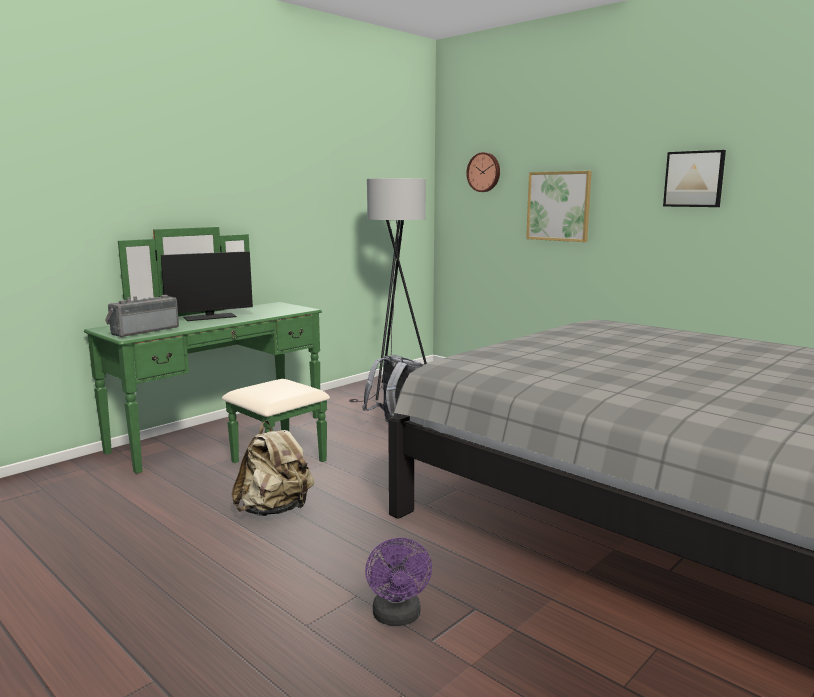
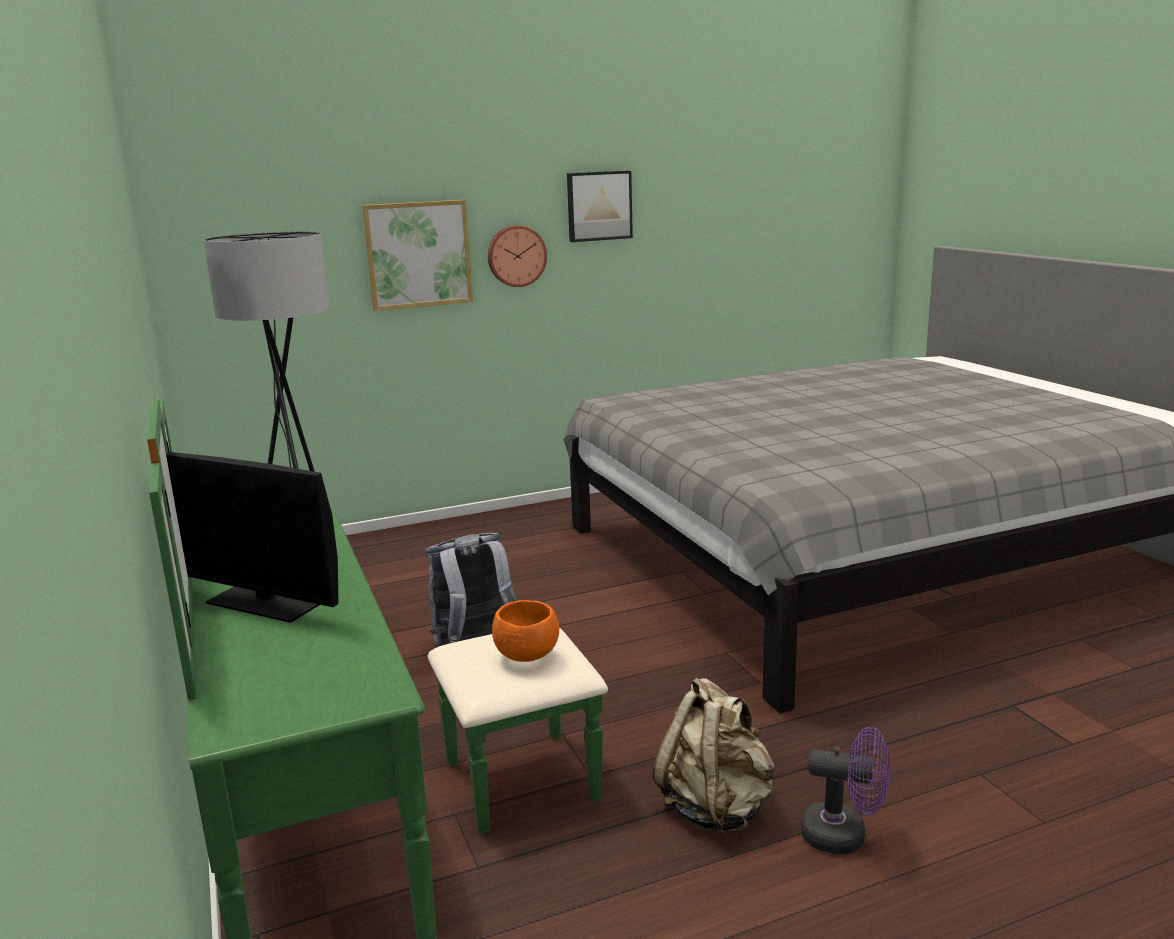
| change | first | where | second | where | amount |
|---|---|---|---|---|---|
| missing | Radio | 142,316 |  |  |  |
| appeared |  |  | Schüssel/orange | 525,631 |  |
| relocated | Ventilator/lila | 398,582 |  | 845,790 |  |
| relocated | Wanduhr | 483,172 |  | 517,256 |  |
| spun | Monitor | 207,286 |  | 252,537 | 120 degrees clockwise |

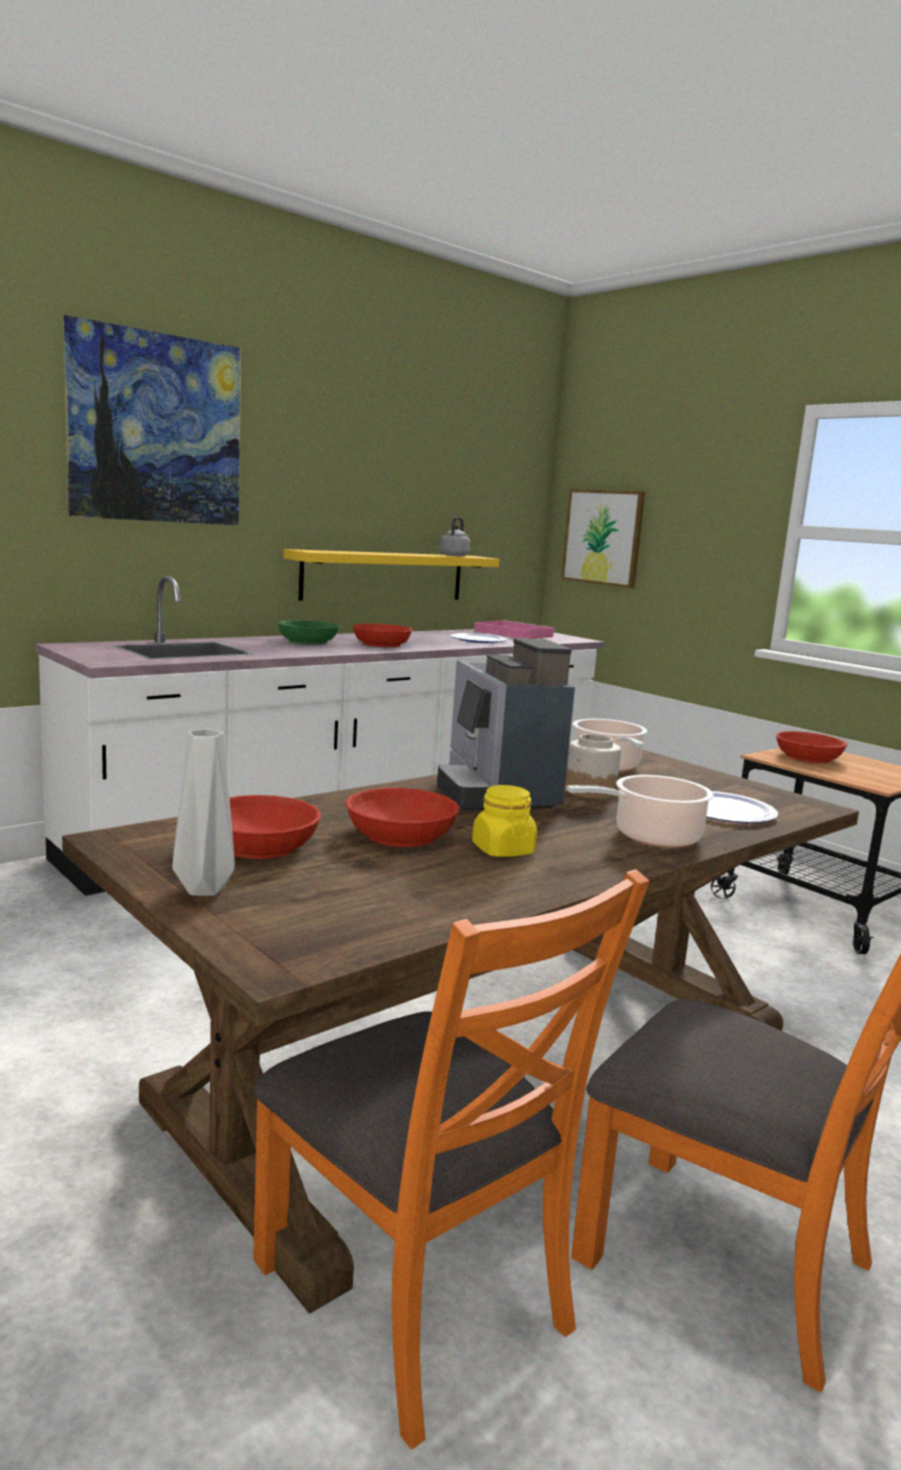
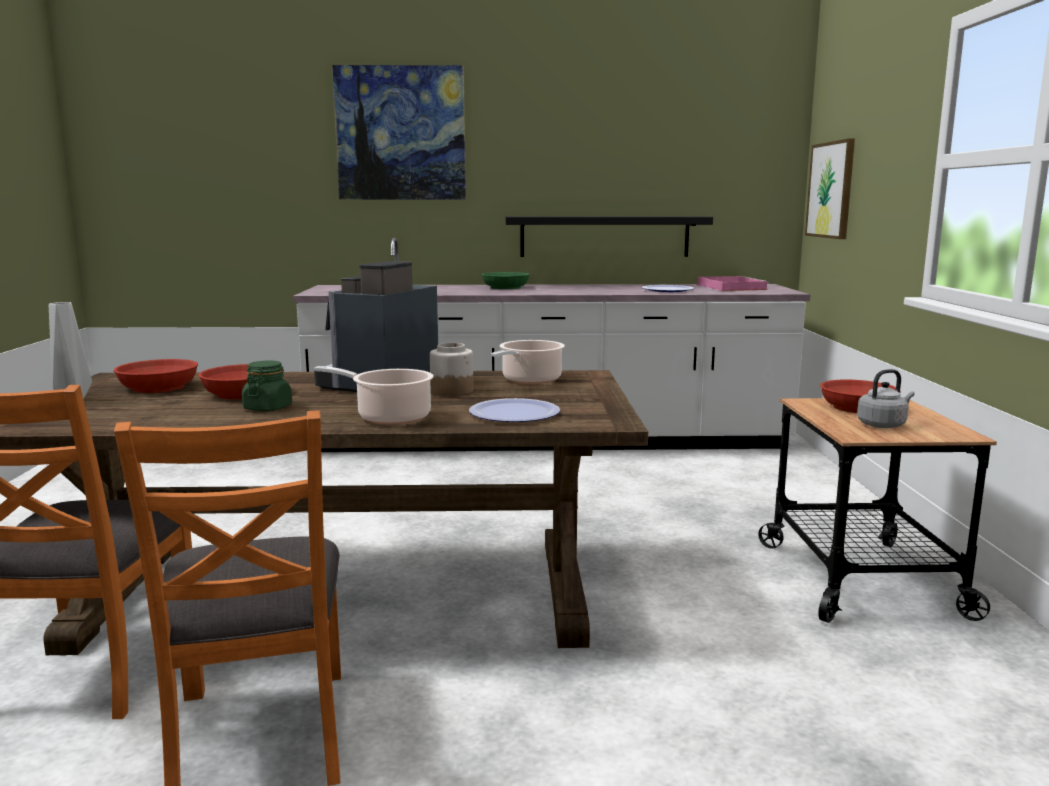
| change | first | where | second | where | amount |
|---|---|---|---|---|---|
| missing | Schüssel/rot | 382,635 |  |  |  |
| relocated | Wasserkessel/grau | 455,536 |  | 886,398 |  |
| colour | Wandregal/gelb | 391,575 | Wandregal/schwarz | 609,236 |  |
| colour | Vorratsglas/gelb | 504,821 | Vorratsglas/grün | 267,386 |  |

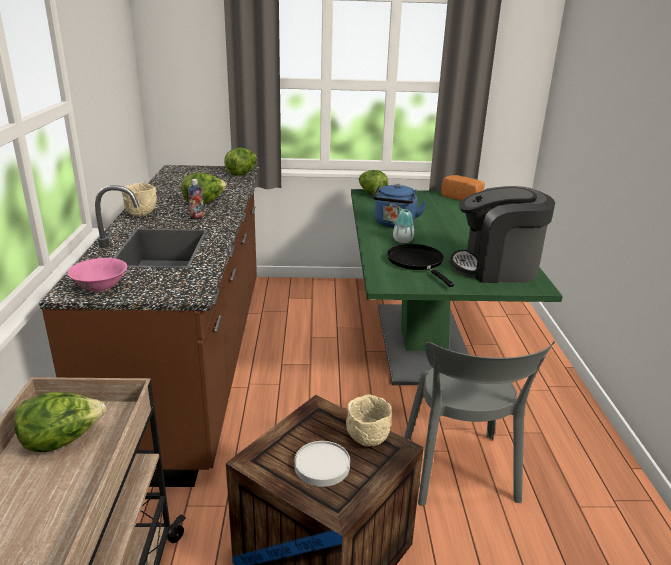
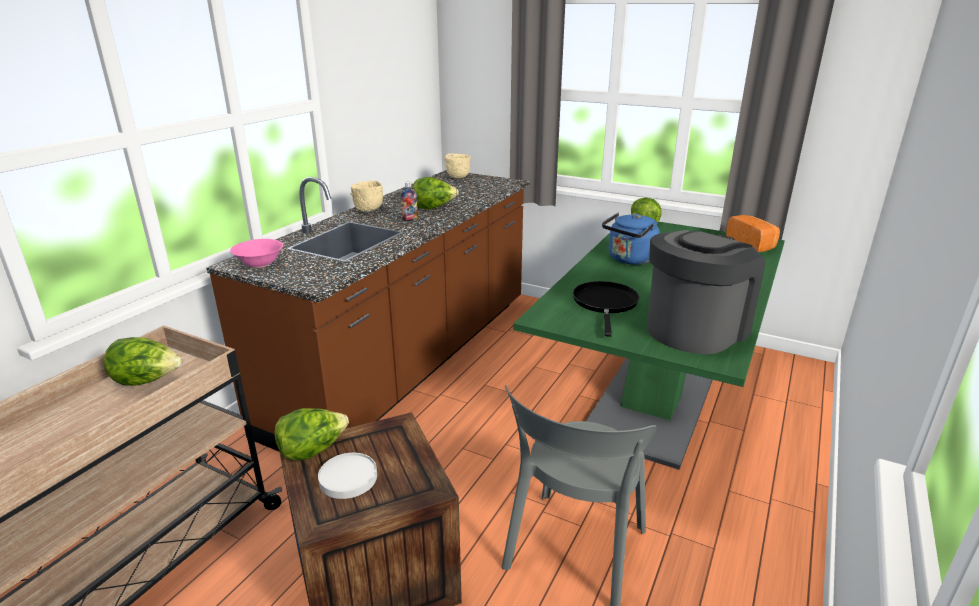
| change | first | where | second | where | amount |
|---|---|---|---|---|---|
| missing | Vase | 403,226 |  |  |  |
| relocated | Salatkopf | 240,162 |  | 311,434 |  |
| relocated | Schüssel/beige | 369,420 |  | 457,166 |  |
| spun | Kaffeemaschine | 502,234 |  | 706,292 | 105 degrees clockwise |

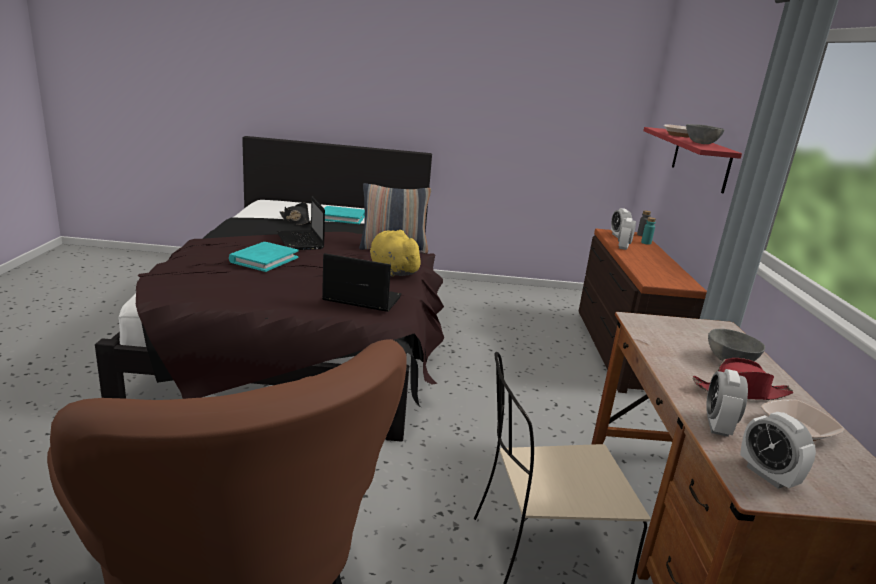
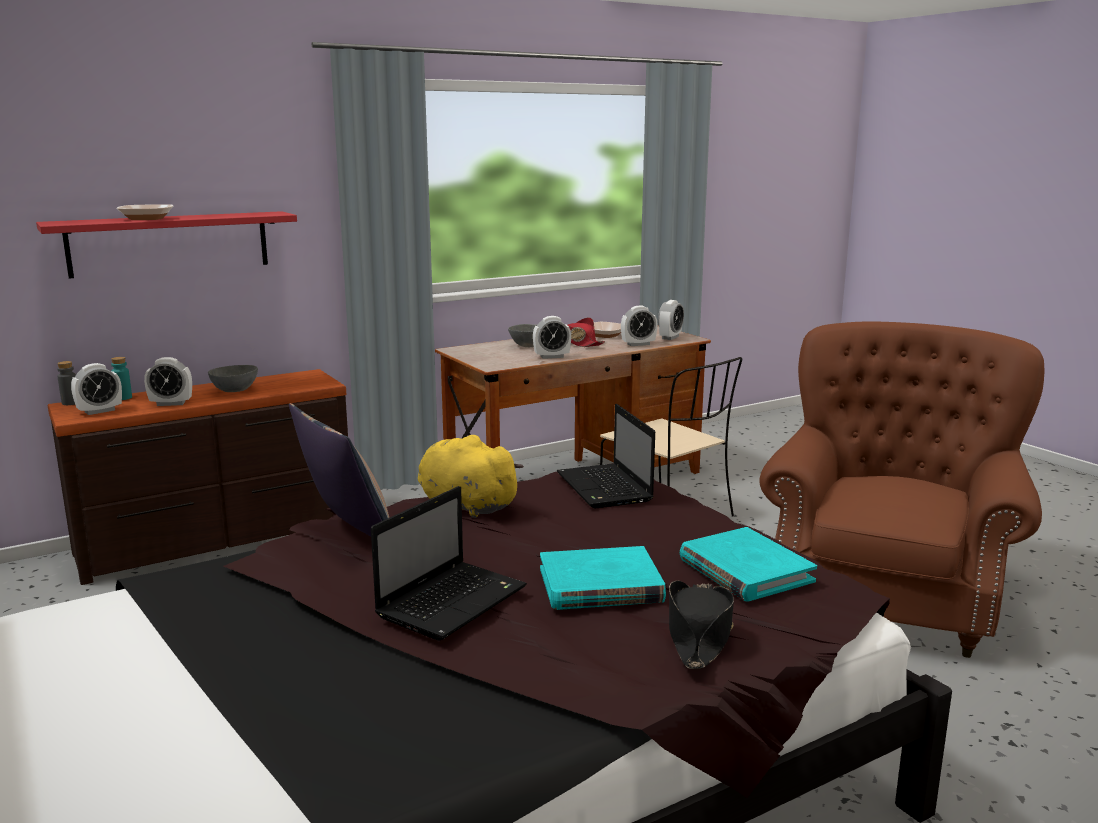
| change | first | where | second | where | amount |
|---|---|---|---|---|---|
| appeared |  |  | Wecker | 552,337 |  |
| relocated | Hut/schwarz | 295,213 |  | 701,624 |  |
| relocated | Buch/türkis | 344,215 |  | 748,564 |  |
| relocated | Schüssel/grau | 705,134 |  | 233,378 |  |
| spun | Plüschtier/gelb | 397,253 |  | 471,476 | 105 degrees clockwise |

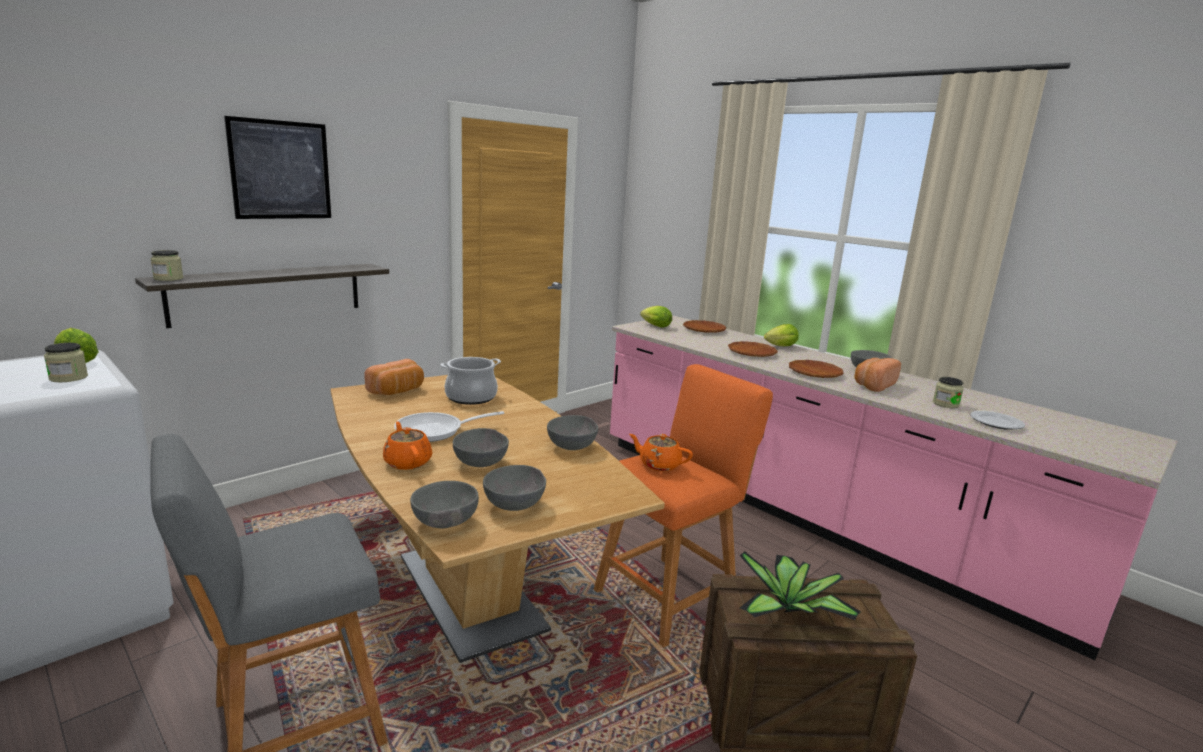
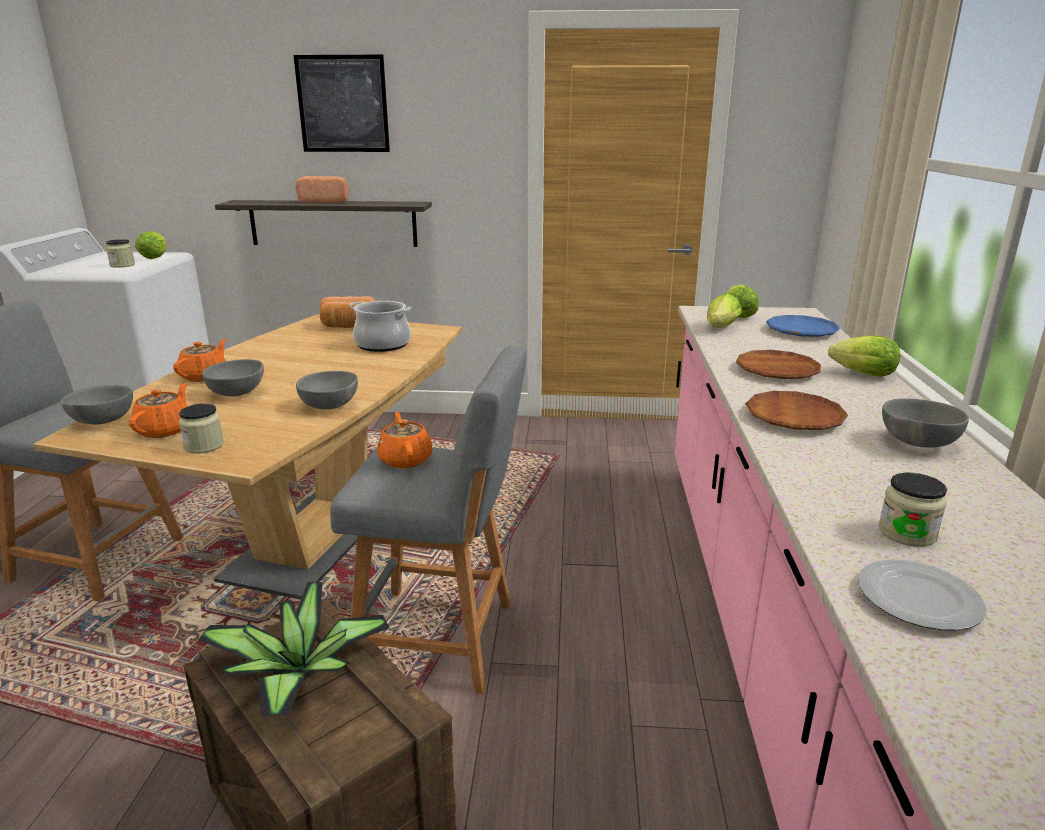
| change | first | where | second | where | amount |
|---|---|---|---|---|---|
| missing | Pfanne | 449,426 |  |  |  |
| appeared |  |  | Salatkopf | 724,310 |  |
| relocated | Vorratsglas | 167,265 |  | 201,428 |  |
| relocated | Brot | 877,375 |  | 322,189 |  |
| exchanged | Schüssel/grau | 514,488 | Teekanne/orange | 158,410 |  |
| colour | Hocker/orange | 683,505 | Hocker/grau | 428,520 |  |
| colour | Teller/braun | 705,326 | Teller/blau | 803,326 |  |

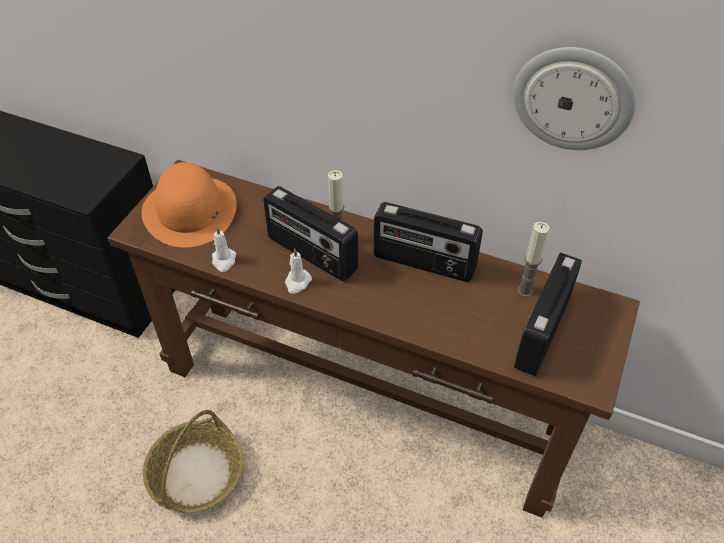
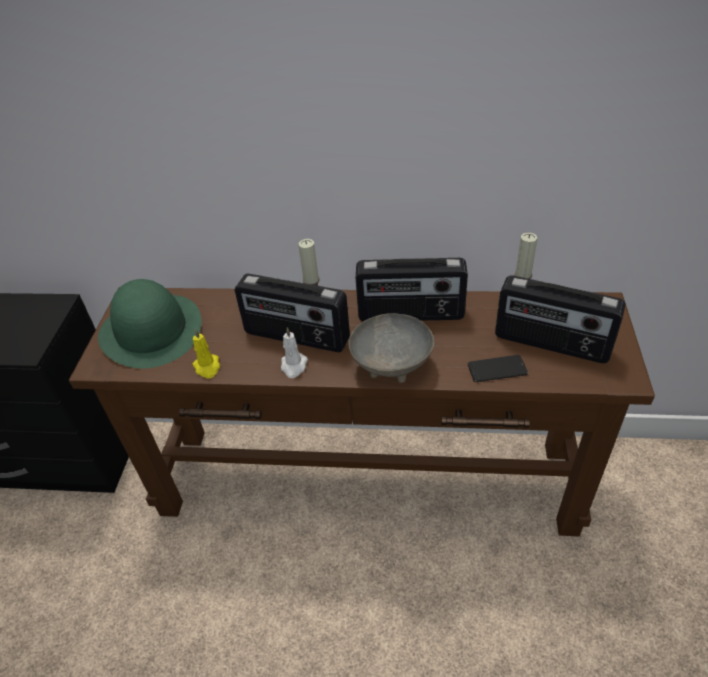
| change | first | where | second | where | amount |
|---|---|---|---|---|---|
| missing | Korb | 193,461 |  |  |  |
| missing | Wanduhr | 574,98 |  |  |  |
| appeared |  |  | Schüssel/grau | 391,348 |  |
| appeared |  |  | Handy | 498,368 |  |
| colour | Hut/orange | 189,204 | Hut/grün | 150,324 |  |
| colour | Kerze/weiß | 224,249 | Kerze/gelb | 206,354 |  |
| spun | Radio | 548,314 |  | 560,319 | 75 degrees counterclockwise |

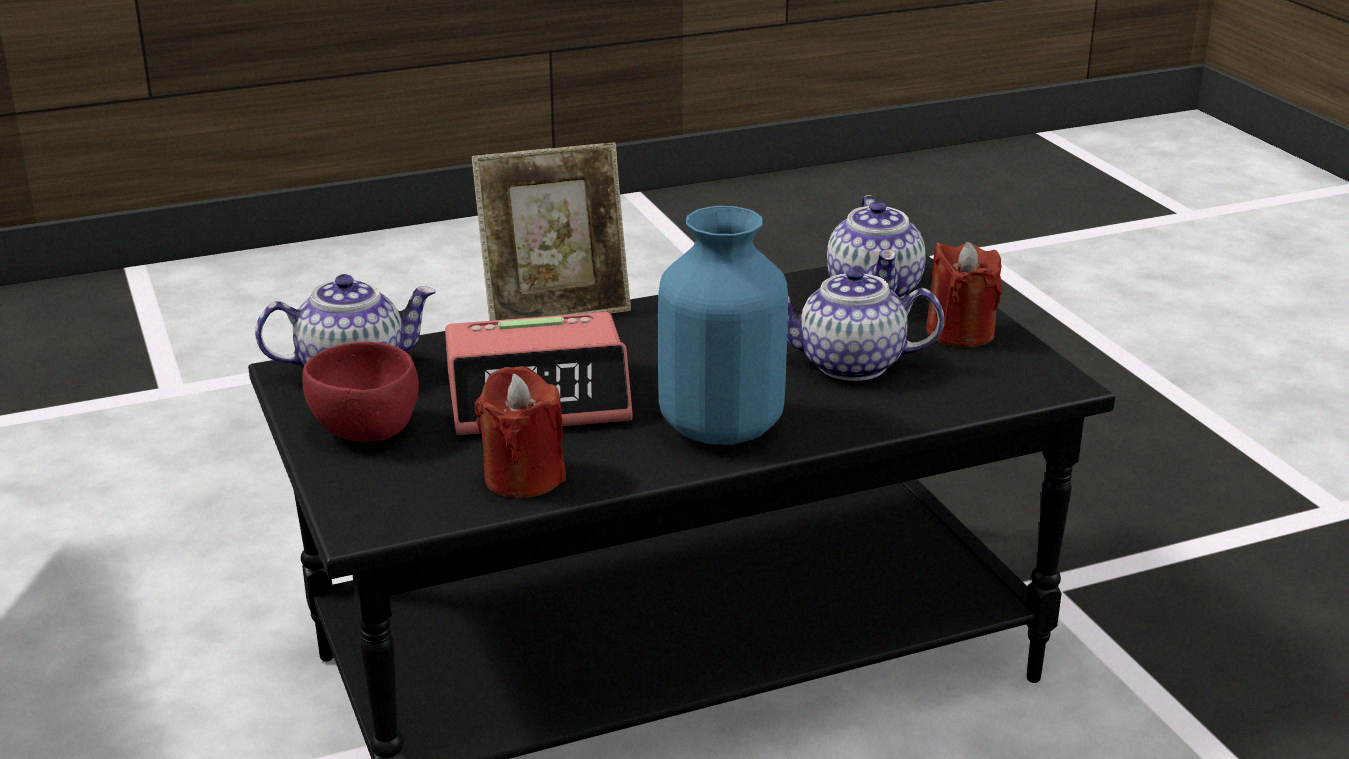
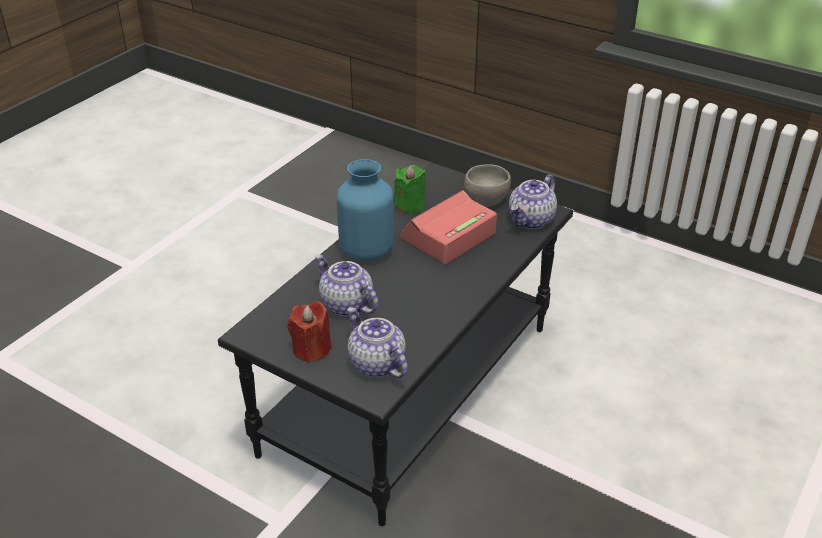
| change | first | where | second | where | amount |
|---|---|---|---|---|---|
| missing | Bilderrahmen | 551,231 |  |  |  |
| colour | Schüssel/rot | 360,392 | Schüssel/grau | 487,185 |  |
| colour | Kerze/rot | 520,432 | Kerze/grün | 410,189 |  |
| spun | Teekanne | 865,324 |  | 346,286 | 105 degrees counterclockwise |

